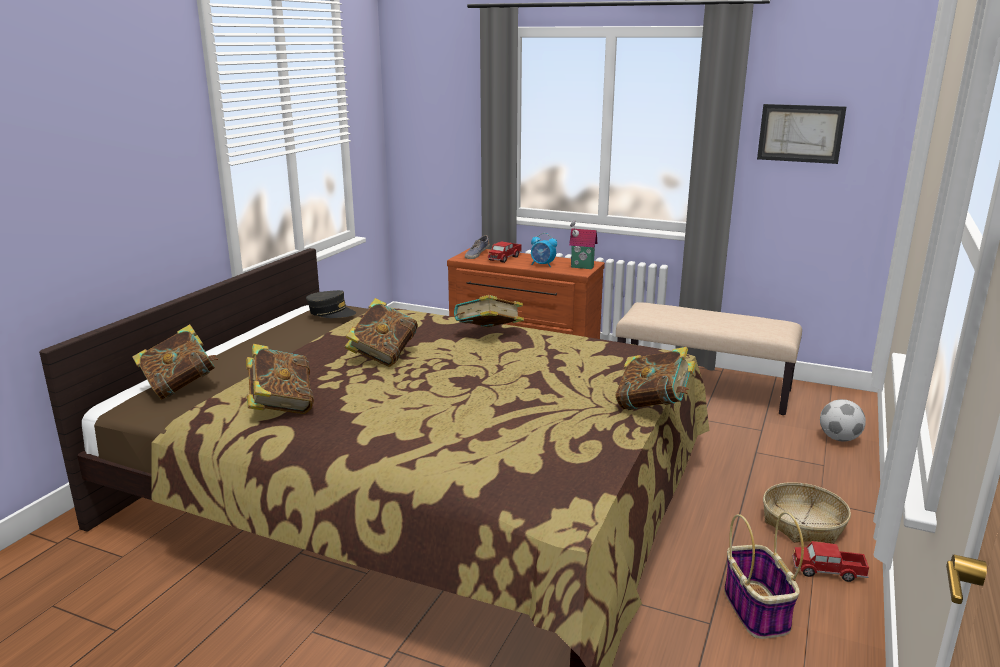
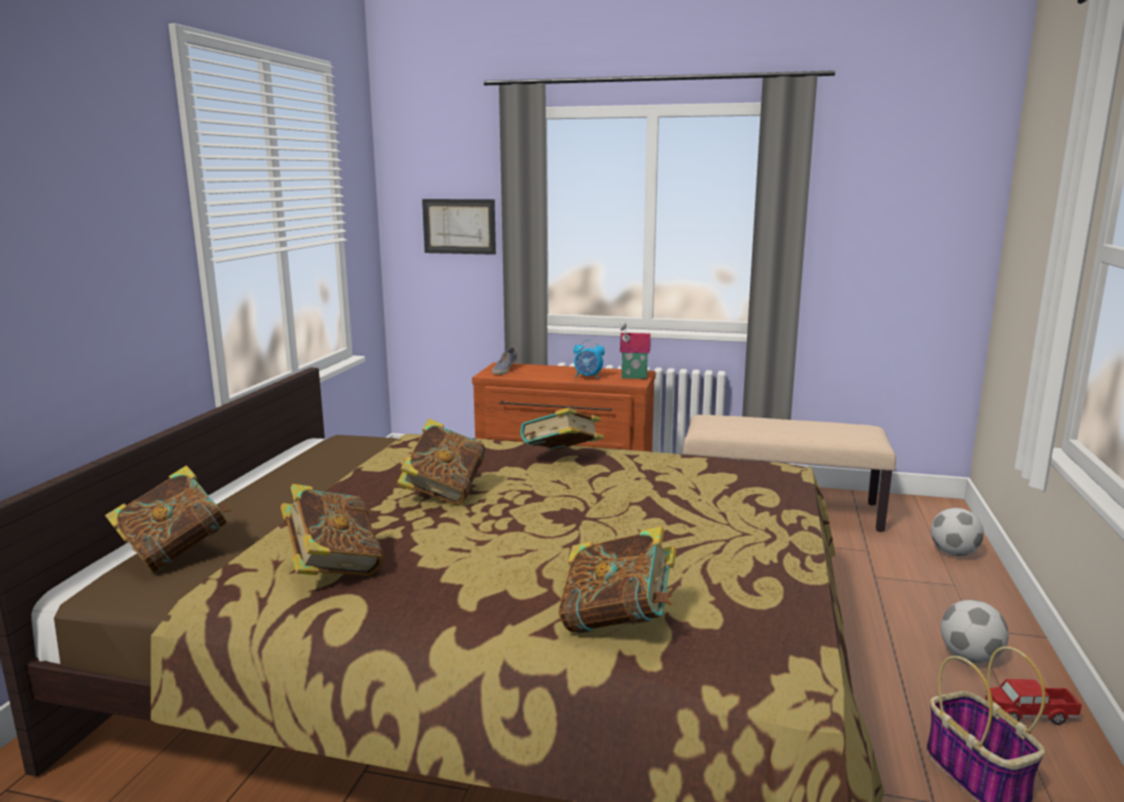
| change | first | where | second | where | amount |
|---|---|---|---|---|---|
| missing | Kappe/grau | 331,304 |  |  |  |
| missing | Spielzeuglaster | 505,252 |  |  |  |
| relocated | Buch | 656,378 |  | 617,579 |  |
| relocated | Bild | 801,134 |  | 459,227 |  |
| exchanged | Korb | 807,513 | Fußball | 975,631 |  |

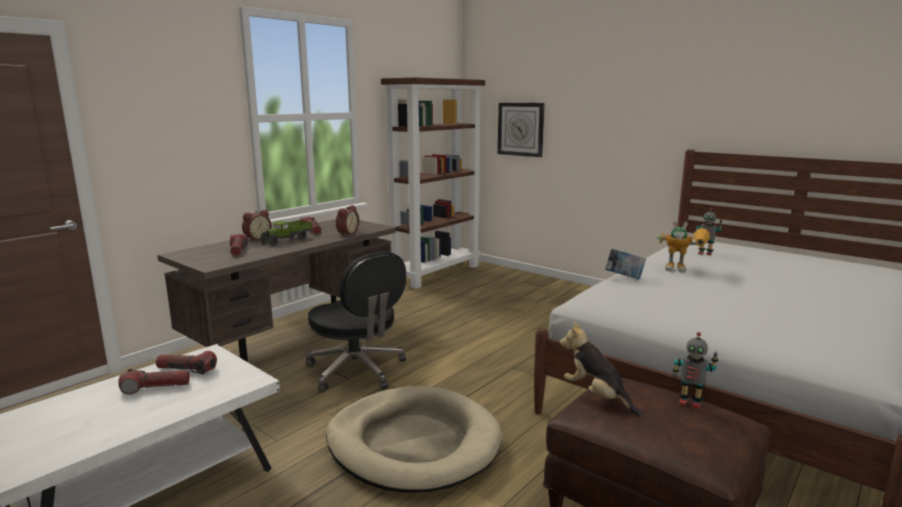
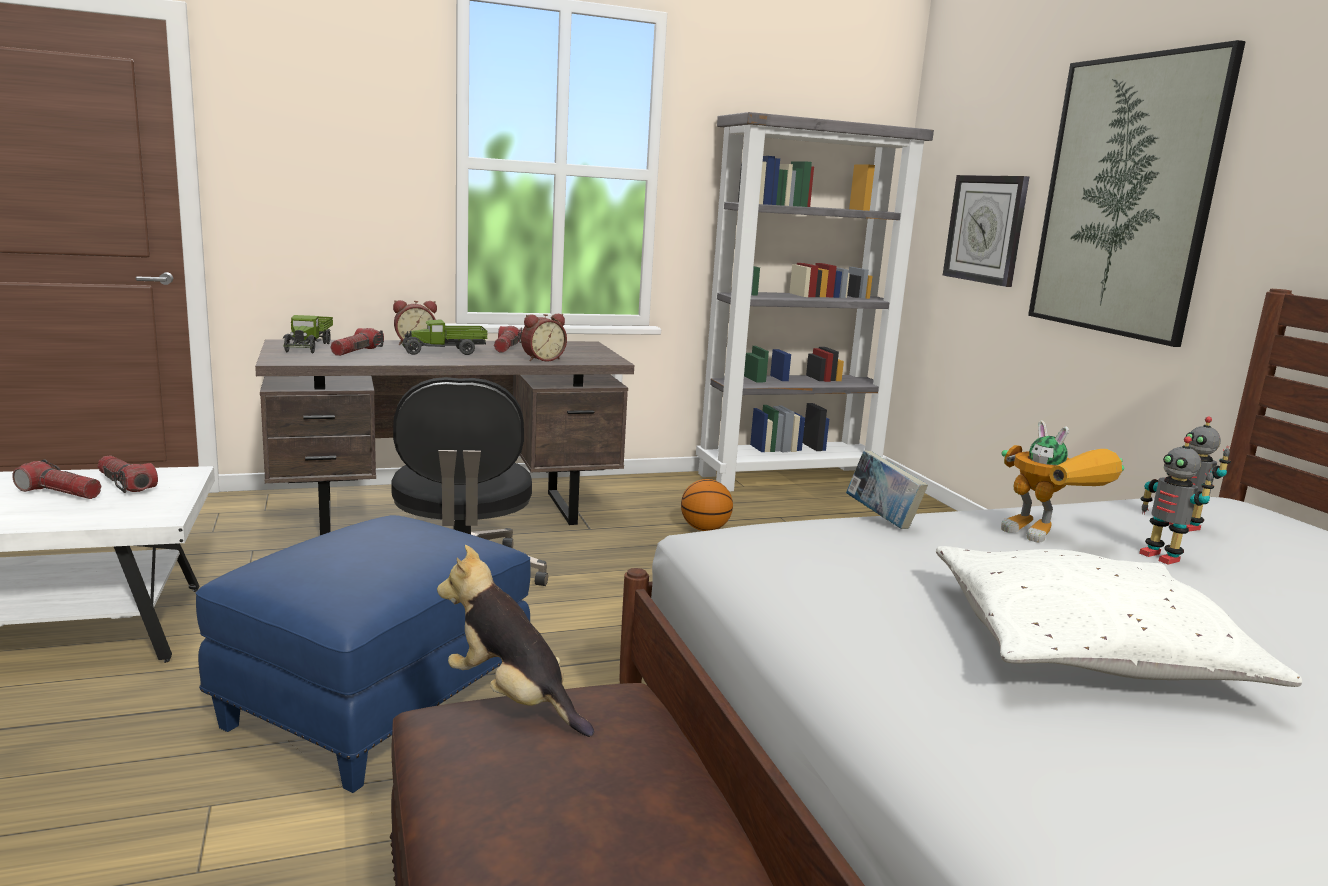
| change | first | where | second | where | amount |
|---|---|---|---|---|---|
| appeared |  |  | Spielzeuglaster | 308,334 |  |
| appeared |  |  | Basketball | 707,505 |  |
| appeared |  |  | Kissen/weiß | 1119,616 |  |
| appeared |  |  | Bild | 1137,193 |  |
| relocated | Spielzeugroboter | 695,370 |  | 1176,500 |  |
| exchanged | Hundebett/beige | 414,439 | Polsterhocker/blau | 363,654 |  |
| colour | Bücherregal/braun | 433,183 | Bücherregal/grau | 815,302 |  |
| spun | Plüschtier | 601,368 |  | 515,641 | 45 degrees counterclockwise |

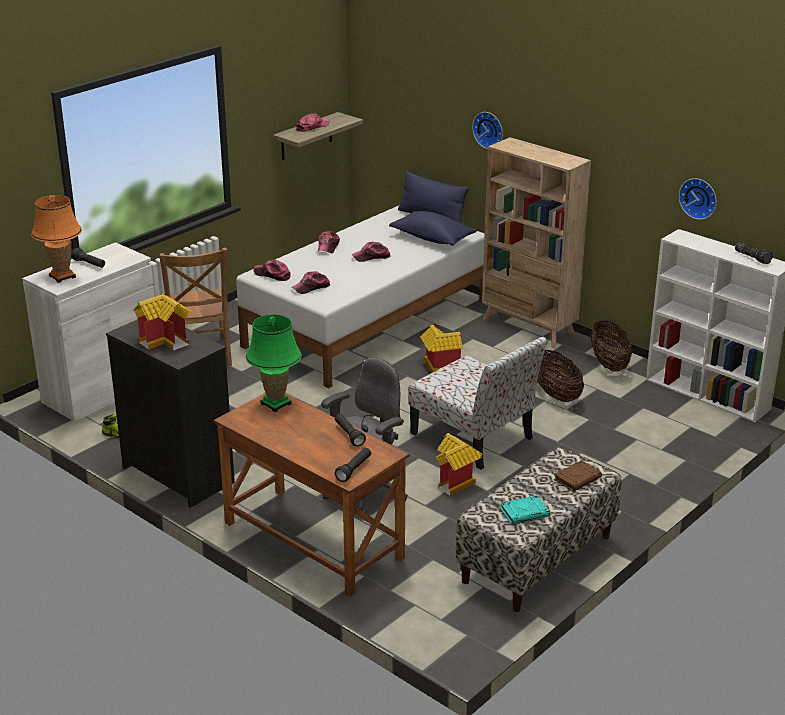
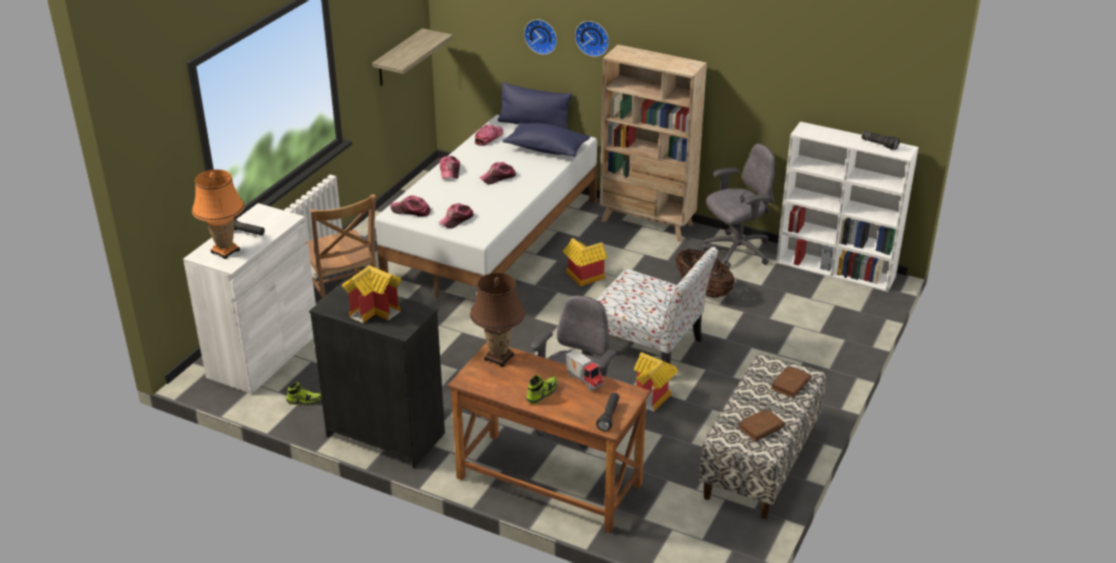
| change | first | where | second | where | amount |
|---|---|---|---|---|---|
| appeared |  |  | Schuh | 541,389 |  |
| relocated | Kappe | 312,122 |  | 489,135 |  |
| relocated | Wanduhr | 698,199 |  | 540,37 |  |
| exchanged | Taschenlampe/schwarz | 350,430 | Spielzeuglaster | 585,370 |  |
| exchanged | Korb | 611,346 | Bürostuhl/grau | 739,206 |  |
| colour | Tischlampe/grün | 274,363 | Tischlampe/braun | 497,320 |  |
| colour | Buch/türkis | 525,510 | Buch/braun | 761,424 |  |

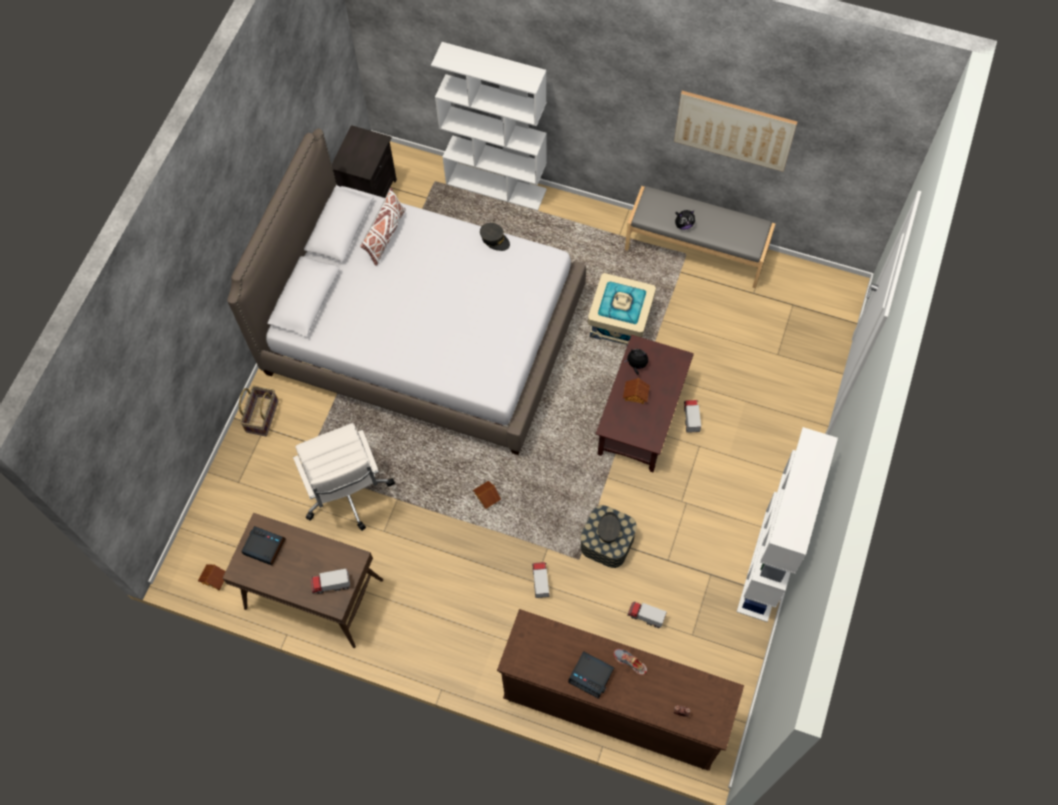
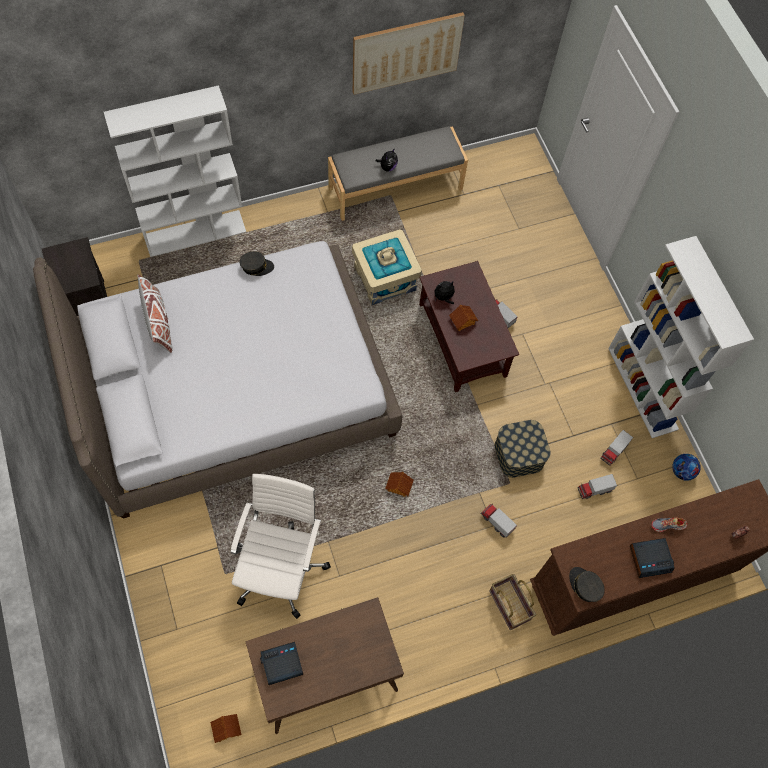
| change | first | where | second | where | amount |
|---|---|---|---|---|---|
| appeared |  |  | Fußball | 686,467 |  |
| relocated | Korb | 258,411 |  | 512,602 |  |
| relocated | Spielzeuglaster | 330,581 |  | 616,448 |  |
| relocated | Kappe/grau | 609,527 |  | 587,584 |  |
| spun | Bürostuhl/weiß | 344,477 |  | 281,546 | 105 degrees counterclockwise |

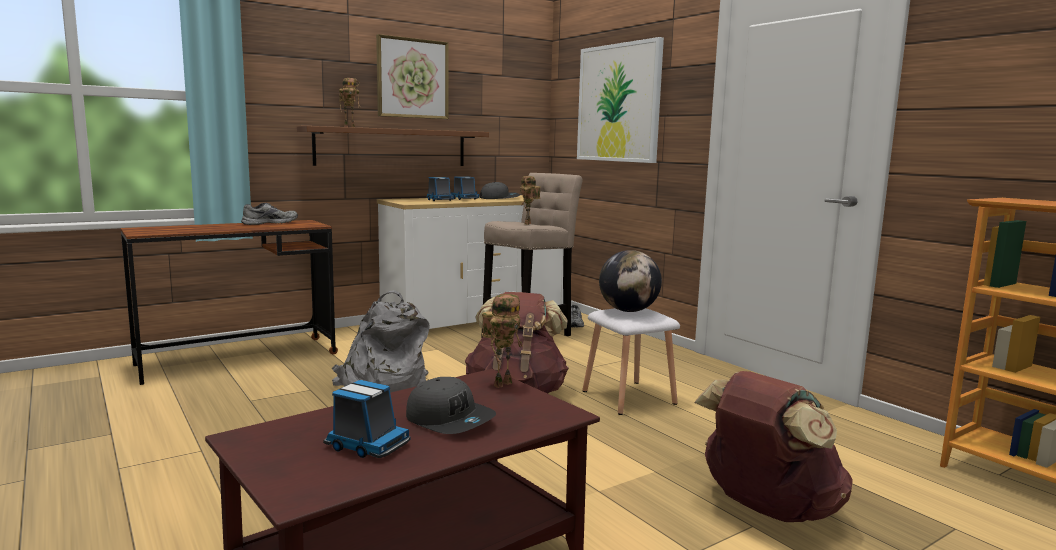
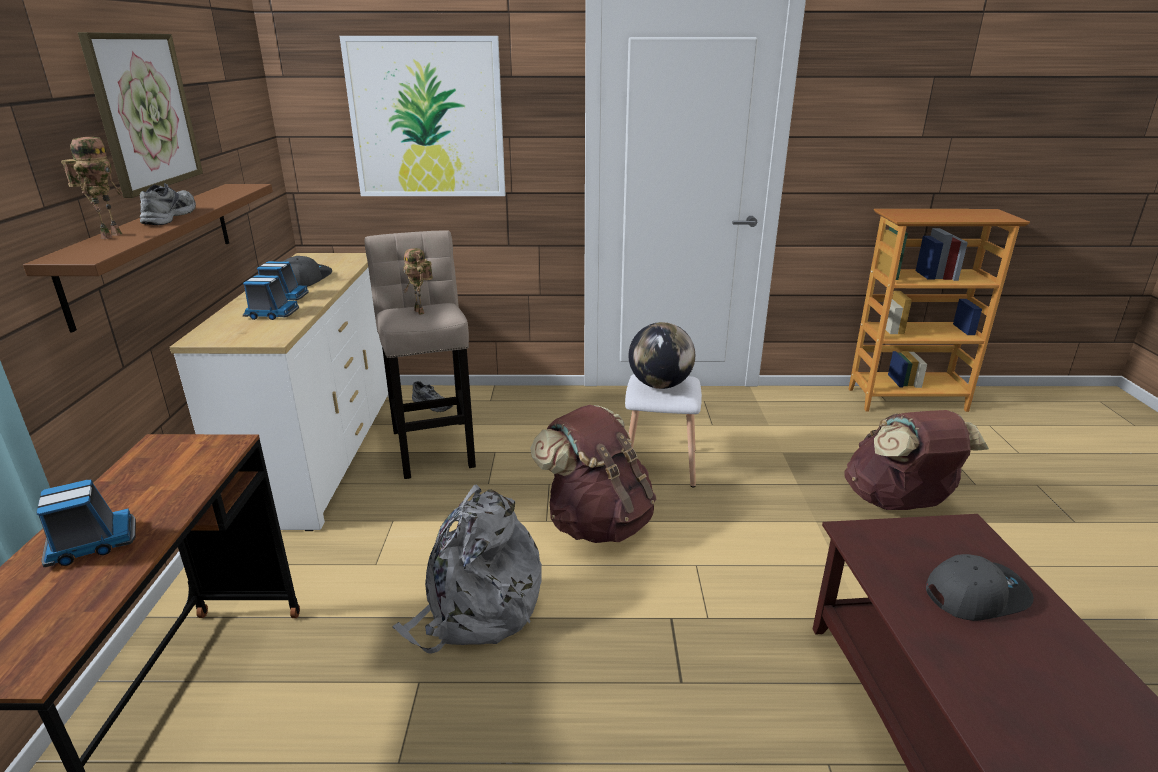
| change | first | where | second | where | amount |
|---|---|---|---|---|---|
| missing | Spielzeugroboter | 502,341 |  |  |  |
| relocated | Schuh/grau | 269,214 |  | 168,204 |  |
| relocated | Spielzeuglaster | 366,419 |  | 86,523 |  |

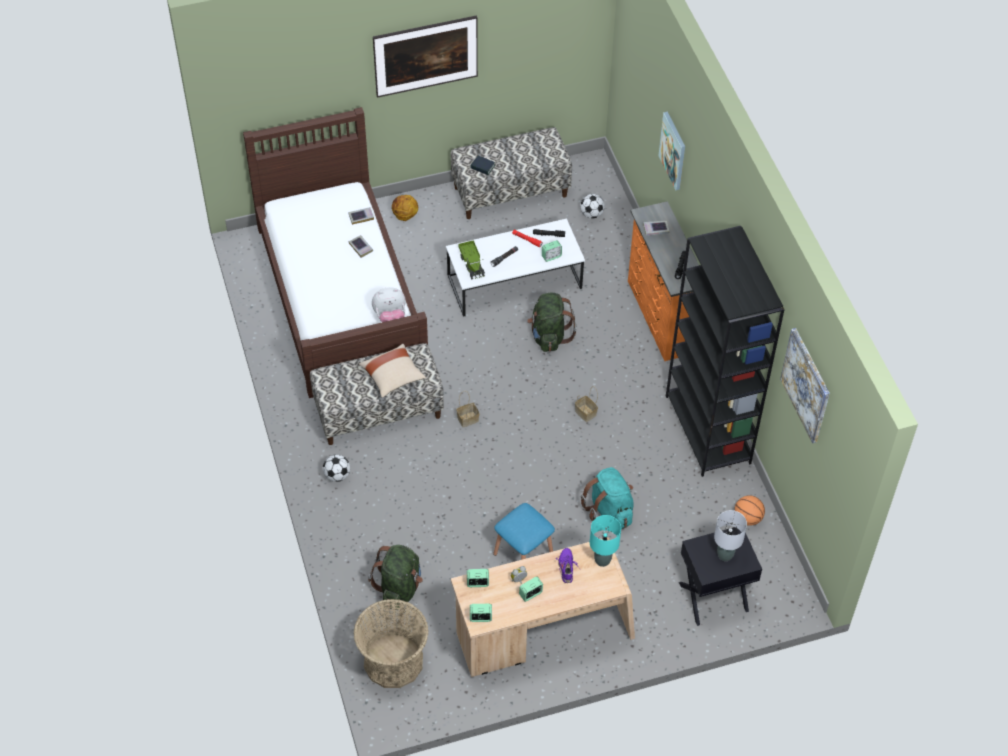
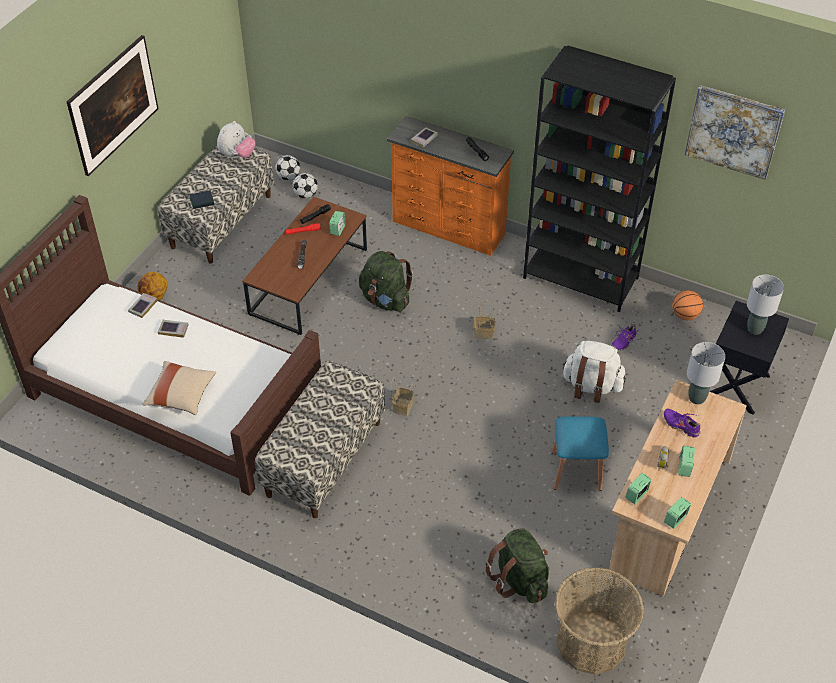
| change | first | where | second | where | amount |
|---|---|---|---|---|---|
| missing | Spielzeuglaster | 471,259 |  |  |  |
| missing | Bild | 671,151 |  |  |  |
| appeared |  |  | Schuh/lila | 624,336 |  |
| relocated | Fußball | 336,468 |  | 287,167 |  |
| relocated | Kissen/beige | 392,371 |  | 179,388 |  |
| relocated | Plüschtier | 389,304 |  | 236,139 |  |
| colour | Couchtisch/weiß | 515,268 | Couchtisch/braun | 304,266 |  |
| colour | Rucksack/türkis | 607,498 | Rucksack/weiß | 594,372 |  |
| colour | Tischlampe/türkis | 605,541 | Tischlampe/grau | 706,373 |  |

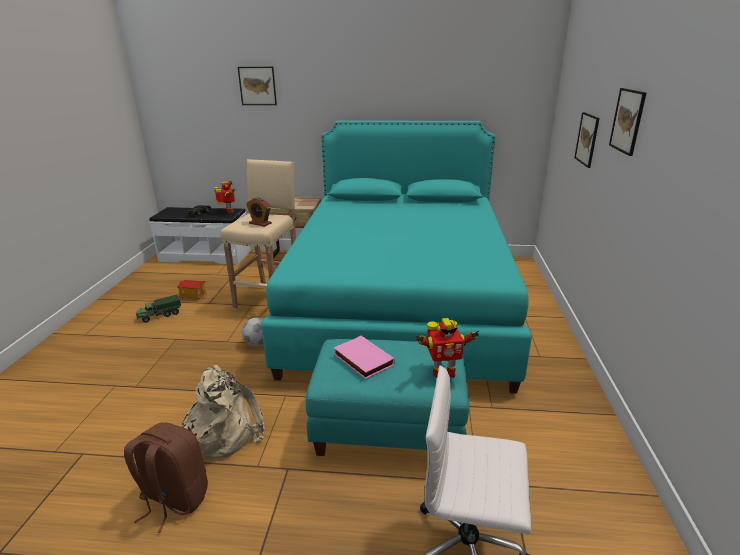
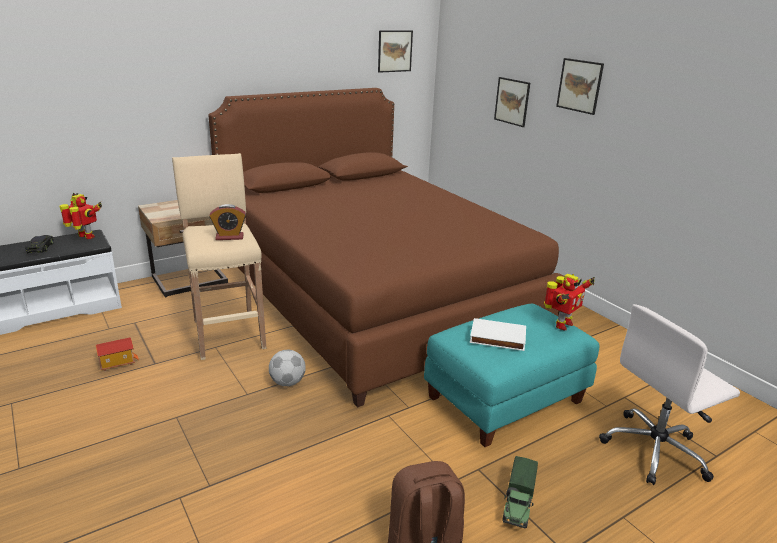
| change | first | where | second | where | amount |
|---|---|---|---|---|---|
| missing | Rucksack/beige | 223,411 |  |  |  |
| relocated | Spielzeuglaster | 158,309 |  | 520,492 |  |
| relocated | Bild | 257,86 |  | 395,51 |  |
| colour | Bett/türkis | 396,256 | Bett/braun | 386,248 |  |
| colour | Buch/rosa | 364,357 | Buch/weiß | 498,334 |  |

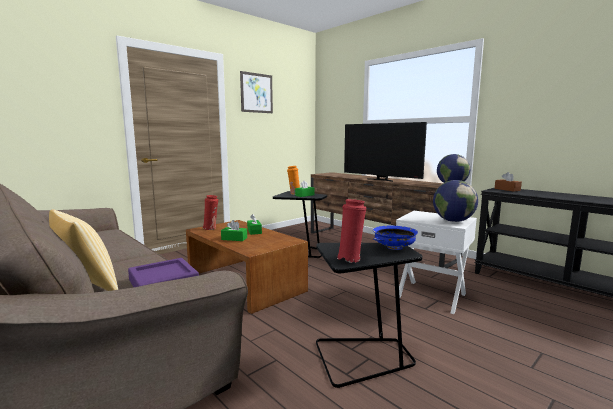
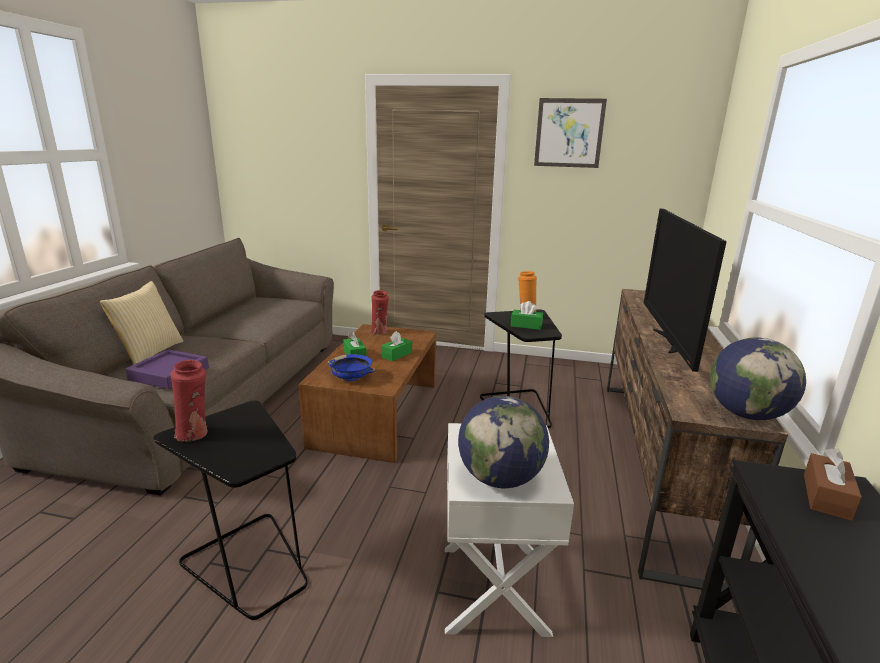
| change | first | where | second | where | amount |
|---|---|---|---|---|---|
| relocated | Schüssel/blau | 395,238 |  | 351,367 |  |

